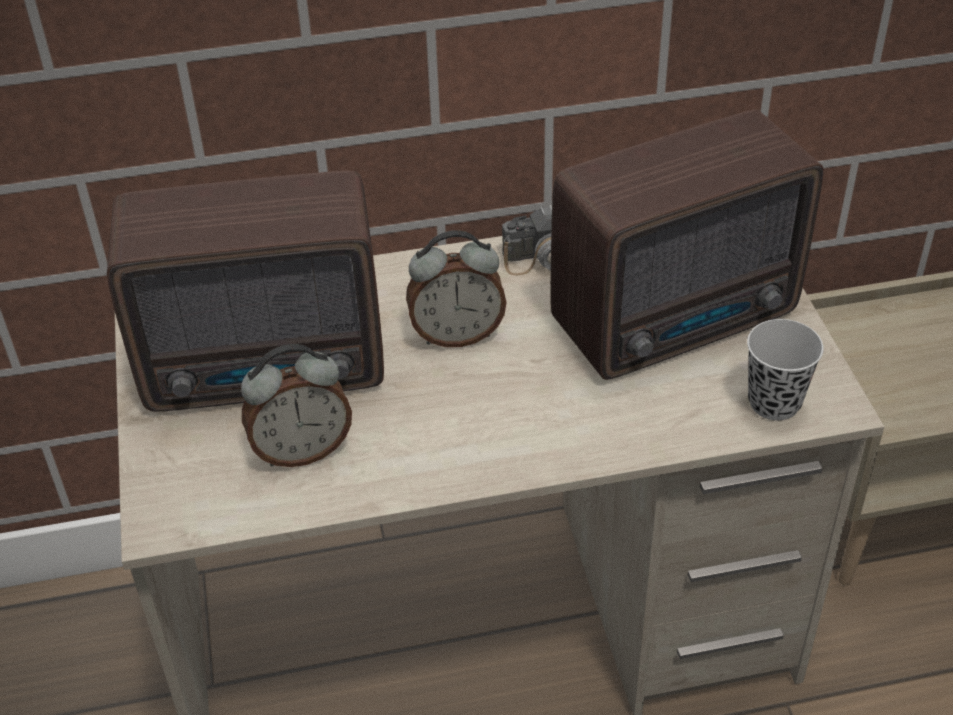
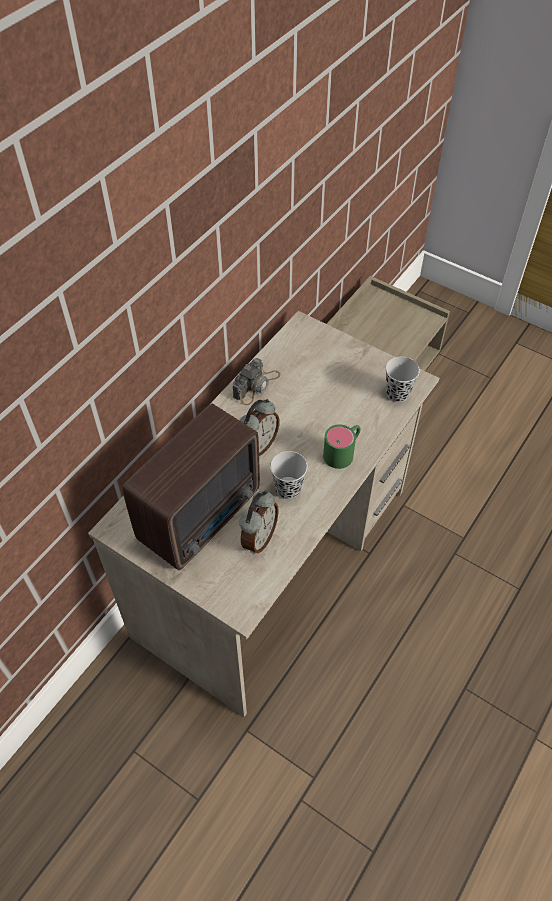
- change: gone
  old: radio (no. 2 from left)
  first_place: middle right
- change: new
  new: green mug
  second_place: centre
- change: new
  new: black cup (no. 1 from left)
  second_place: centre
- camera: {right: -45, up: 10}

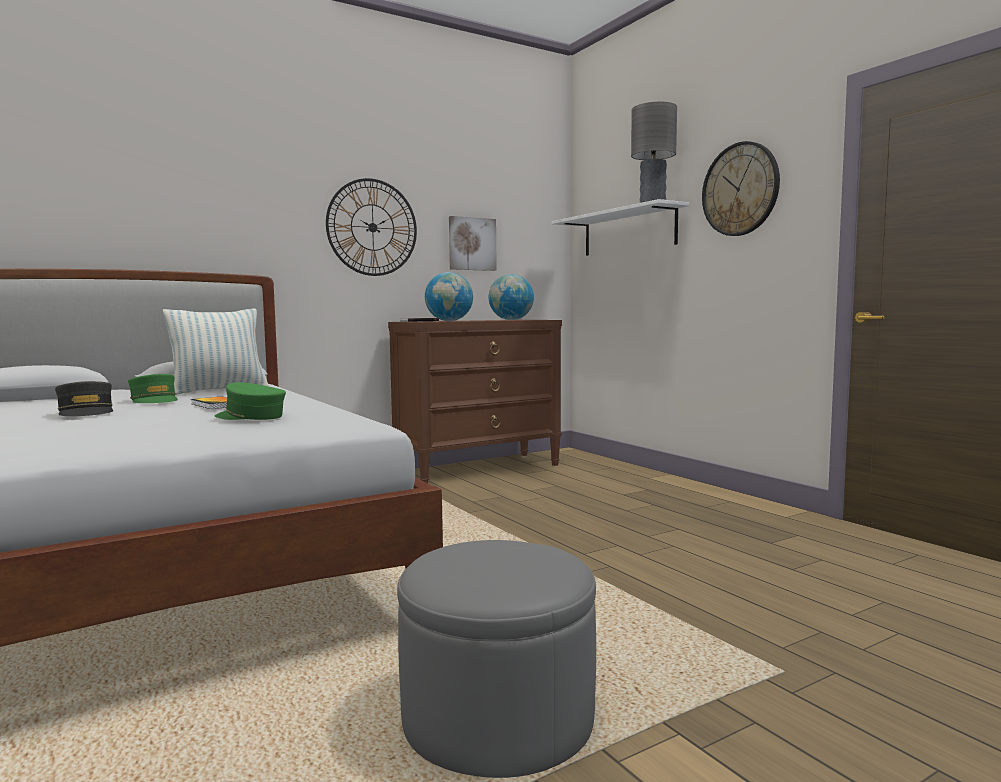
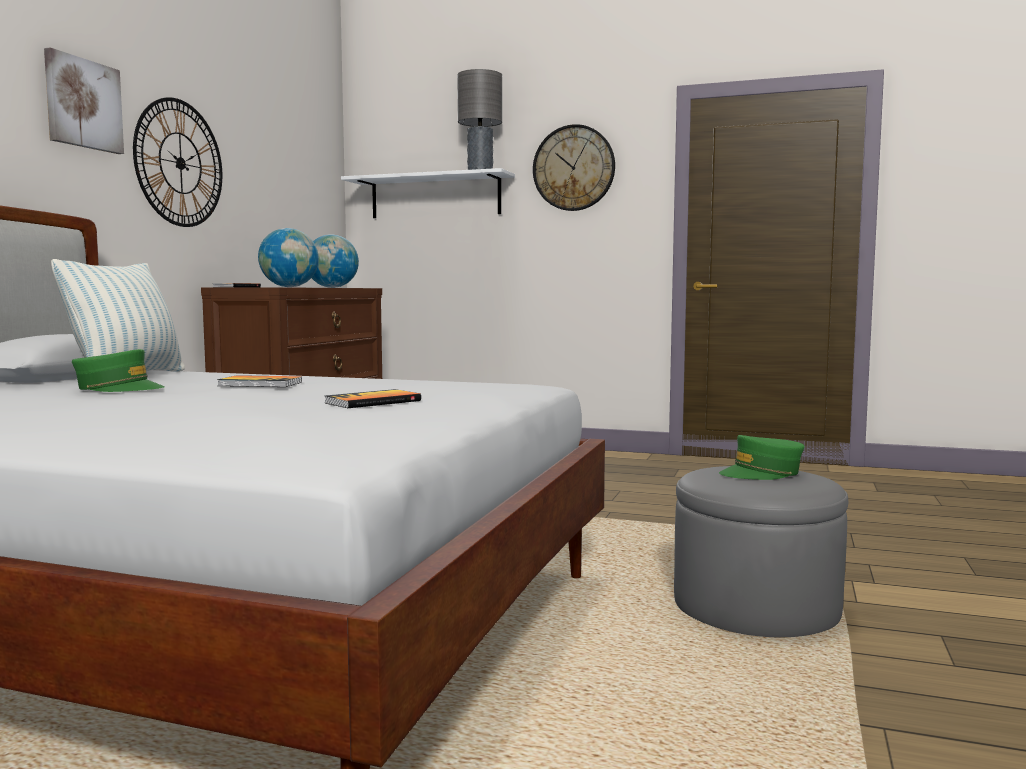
- change: shifted
  old: picture
  first_place: top centre
  second_place: top left
- change: gone
  old: grey cap
  first_place: middle left
- change: shifted
  old: green cap (no. 2 from left)
  first_place: middle left
  second_place: middle right
- change: new
  new: book (no. 3 from left)
  second_place: centre
- camera: {right: -40, up: 0}

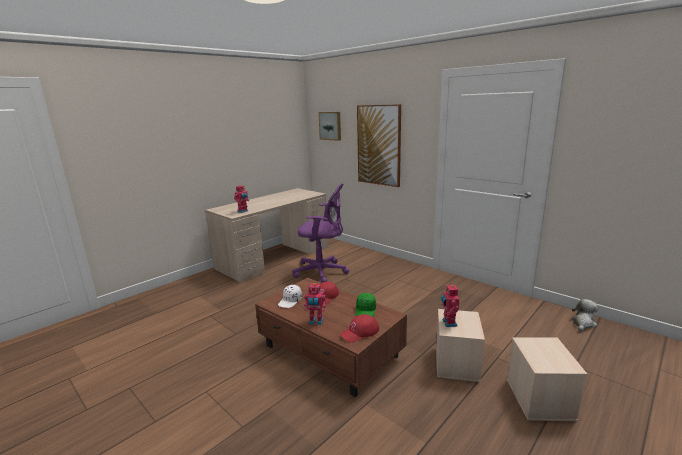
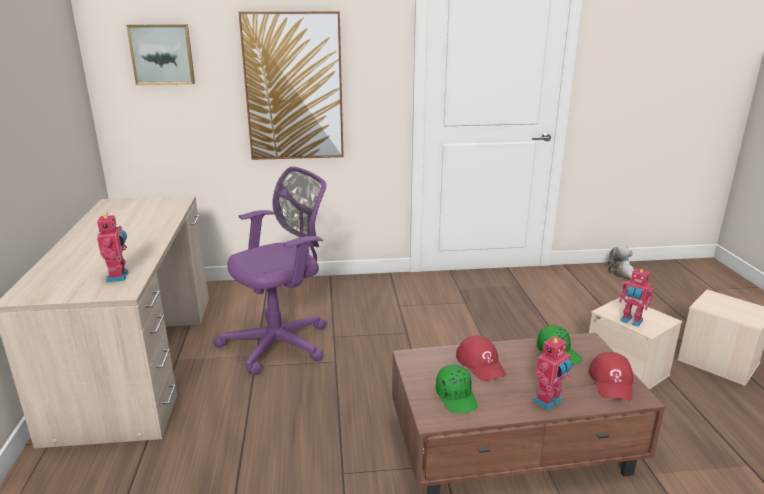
- change: repainted
  old: white cap
  new: green cap (no. 1 from left)
  first_place: centre
  second_place: bottom centre
- camera: {right: -50, up: 5}

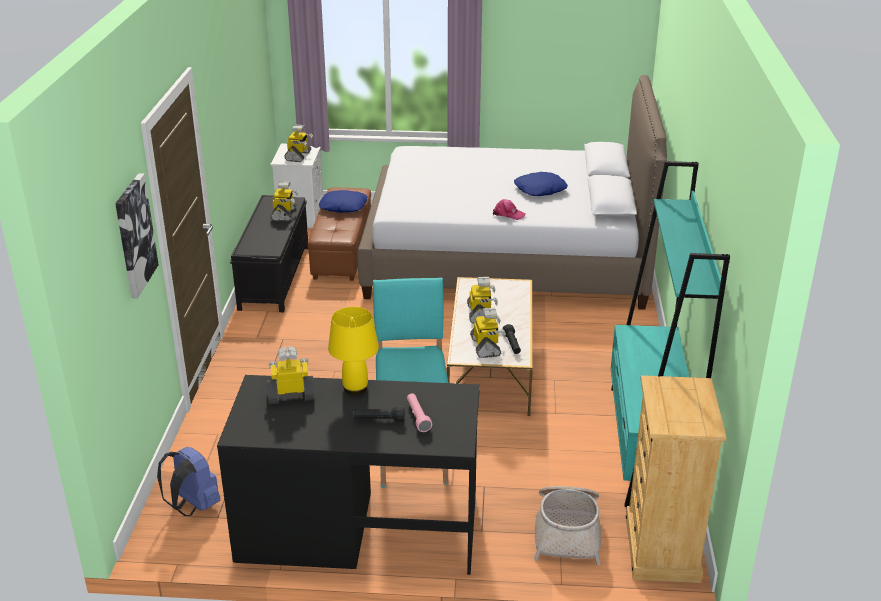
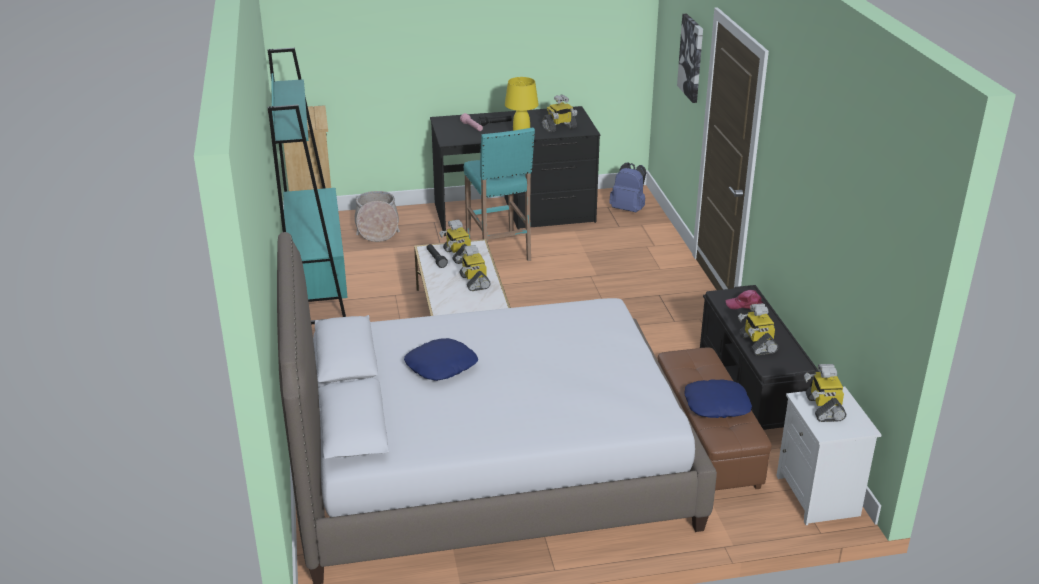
- change: shifted
  old: pink cap
  first_place: centre
  second_place: middle right
- camera: {right: 165, up: 0}

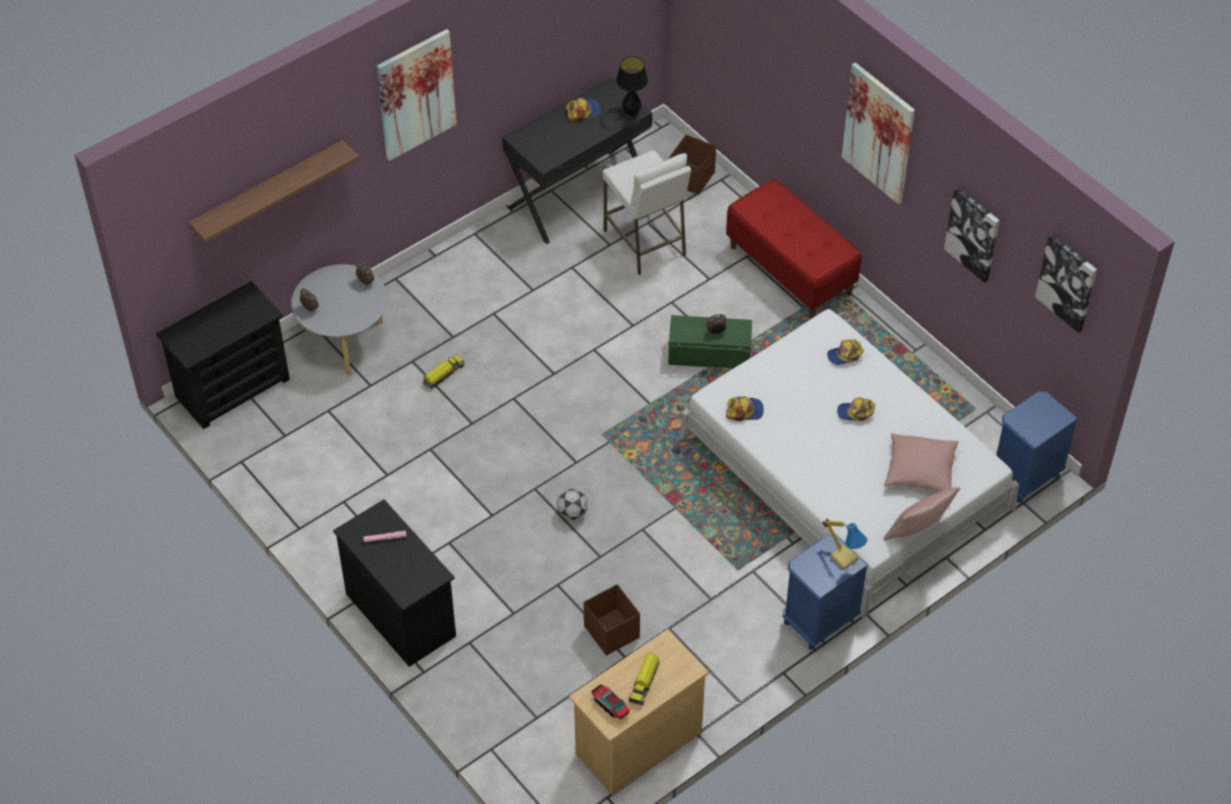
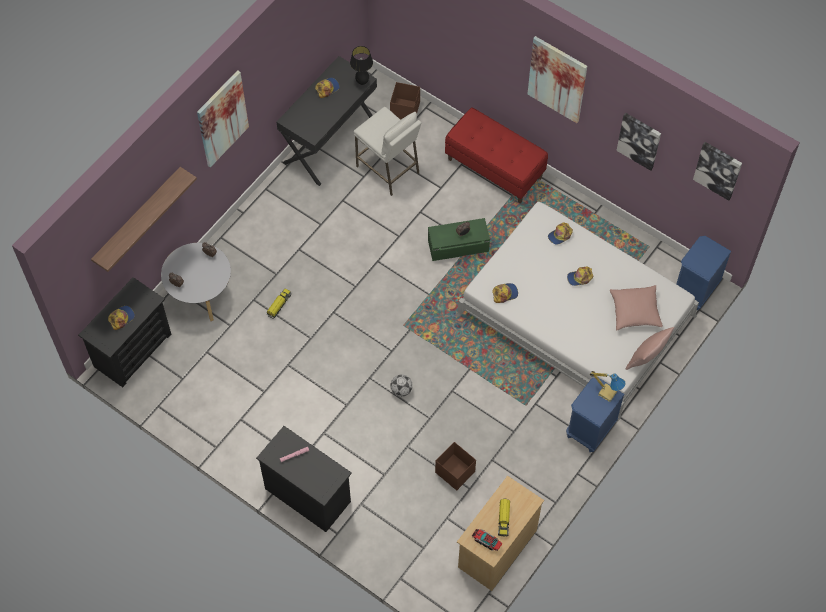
- change: new
  new: cap (no. 1 from left)
  second_place: middle left
- camera: {right: -15, up: 10}

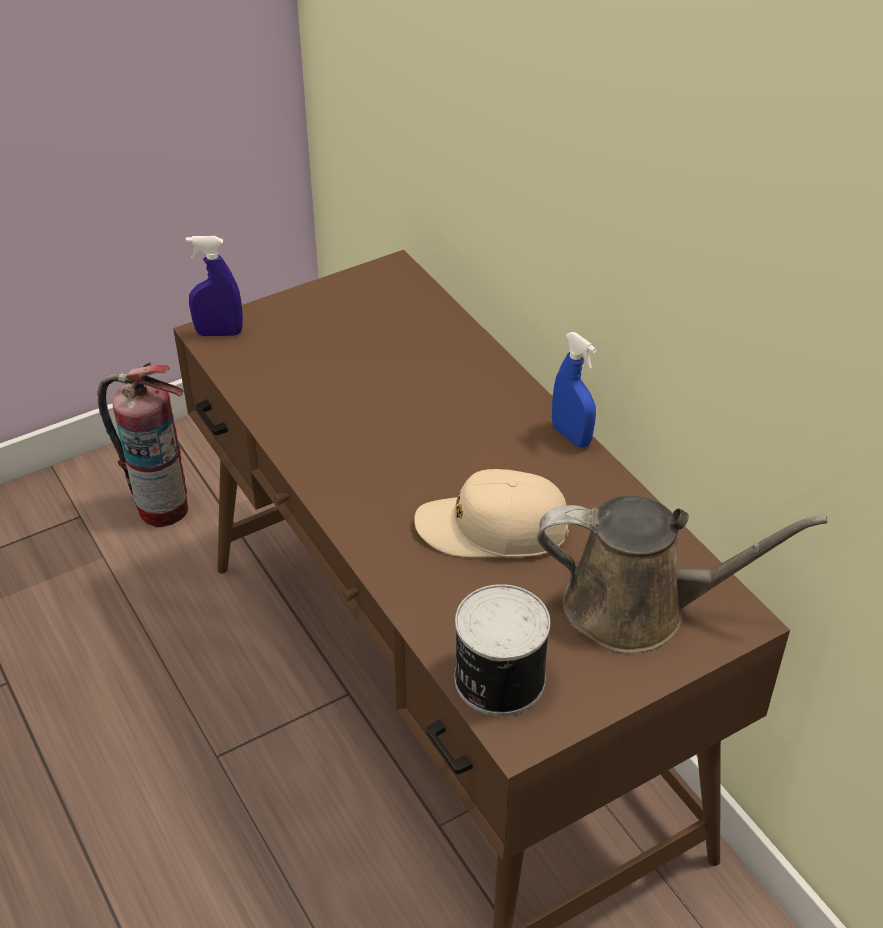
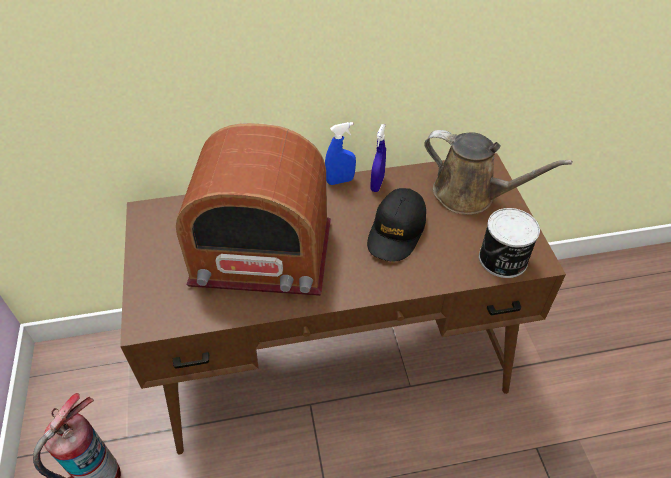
- change: shifted
  old: blue spray bottle (no. 1 from left in the first image)
  new: blue spray bottle (no. 2 from left)
  first_place: top left
  second_place: top centre
- change: repainted
  old: beige cap
  new: black cap
  first_place: centre
  second_place: centre
- change: rotated
  old: brown watering can
  first_place: middle right
  second_place: middle right
  degrees: 90
- change: new
  new: radio
  second_place: centre
- camera: {right: -70, up: 5}

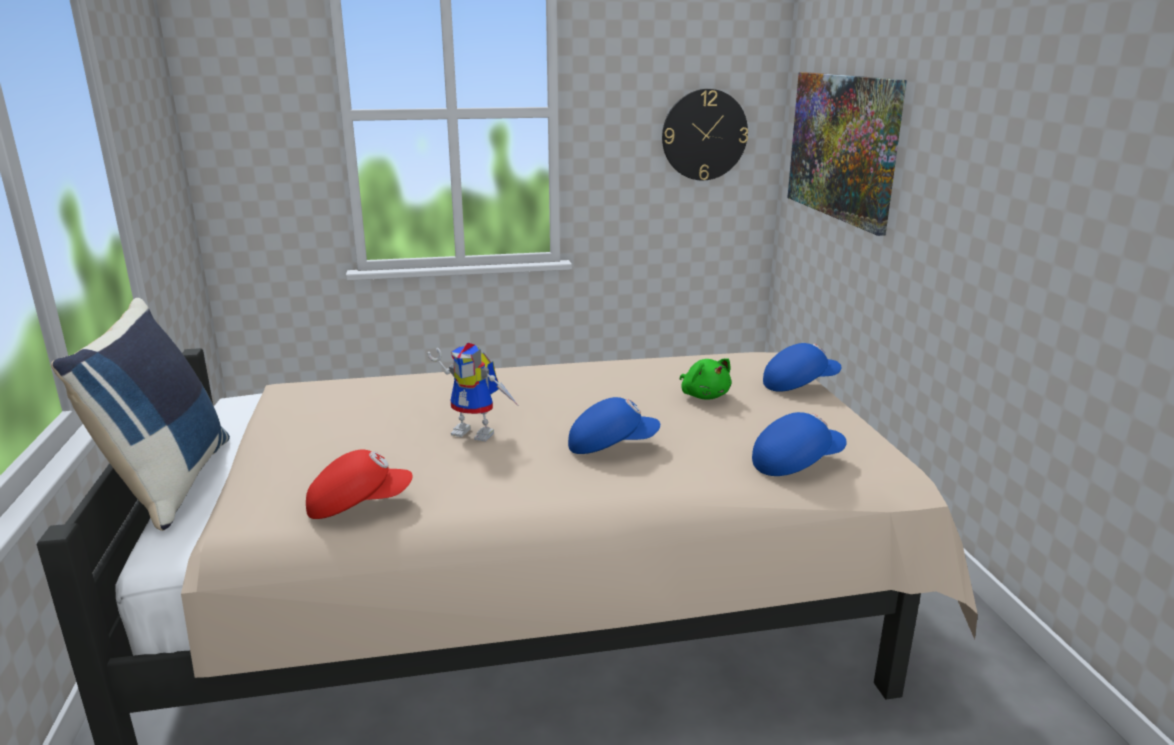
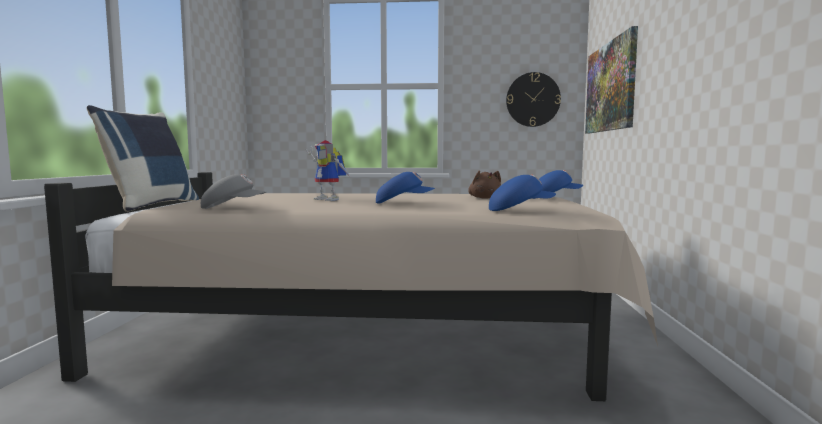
- change: repainted
  old: green plush toy
  new: brown plush toy
  first_place: centre
  second_place: centre
- change: repainted
  old: red cap
  new: grey cap
  first_place: middle left
  second_place: middle left
- camera: {right: 15, up: -15}

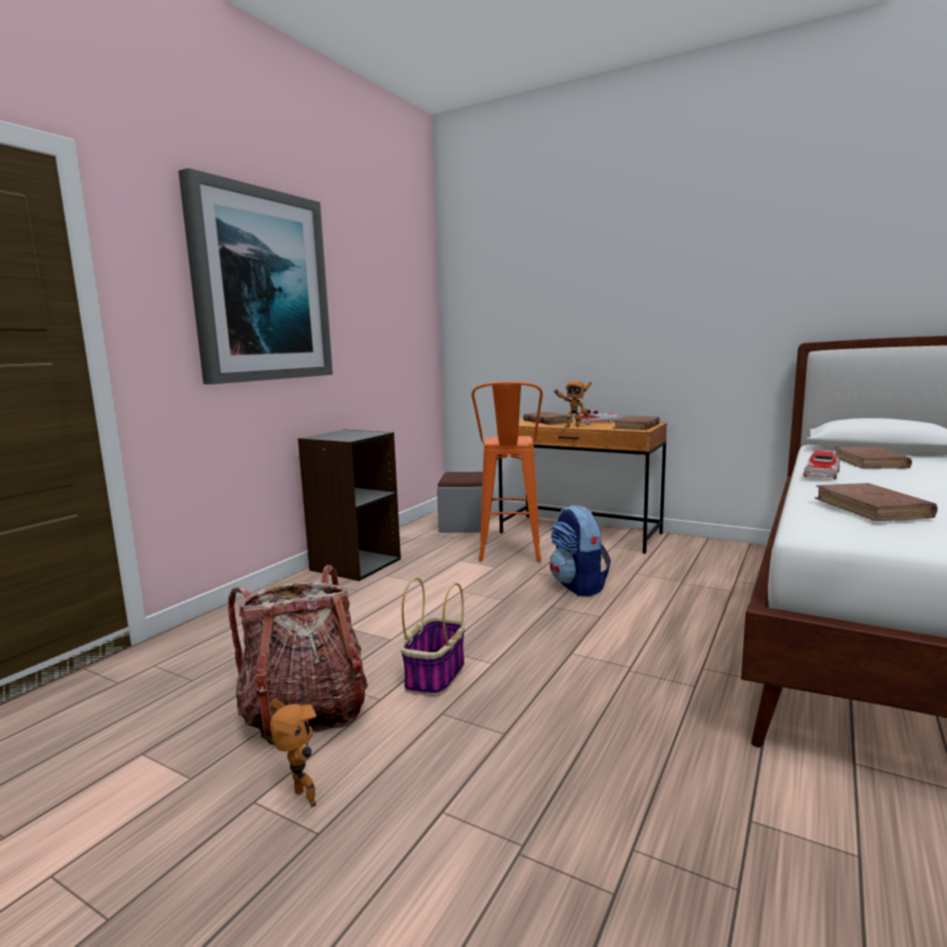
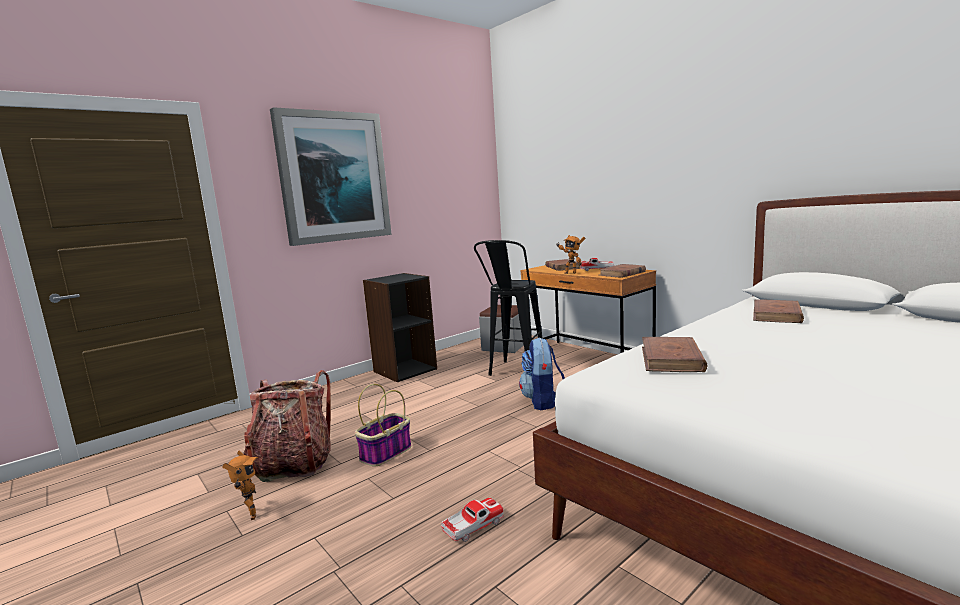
- change: repainted
  old: orange stool
  new: black stool
  first_place: centre
  second_place: centre
- change: shifted
  old: toy car (no. 2 from left in the first image)
  new: toy car (no. 1 from left)
  first_place: middle right
  second_place: bottom centre
- camera: {right: 20, up: 0}

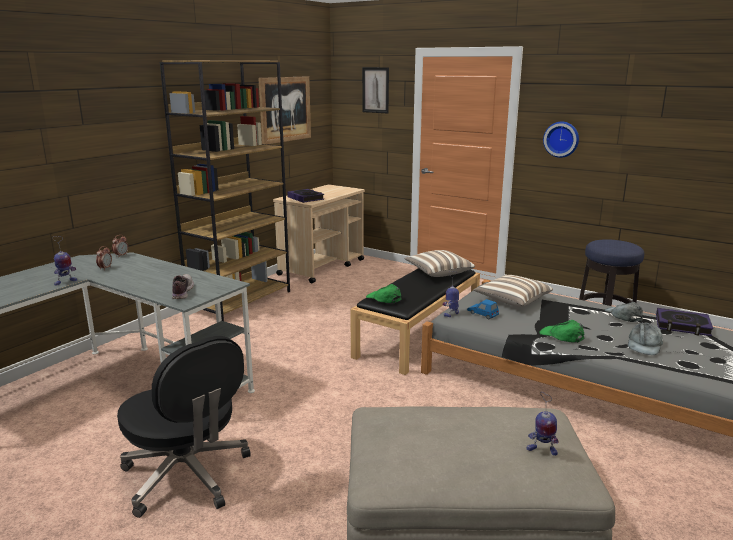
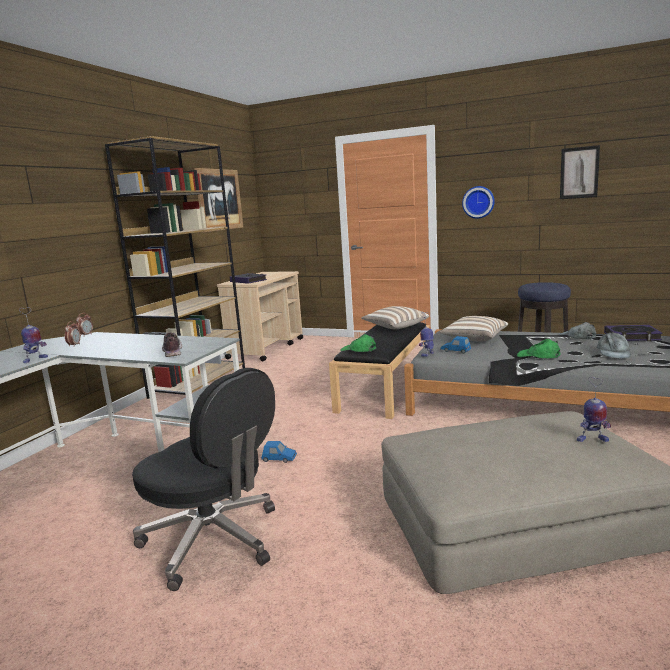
- change: shifted
  old: picture (no. 2 from left)
  first_place: top centre
  second_place: top right
- change: new
  new: blue toy car (no. 1 from left)
  second_place: bottom centre
- camera: {right: -10, up: -5}

